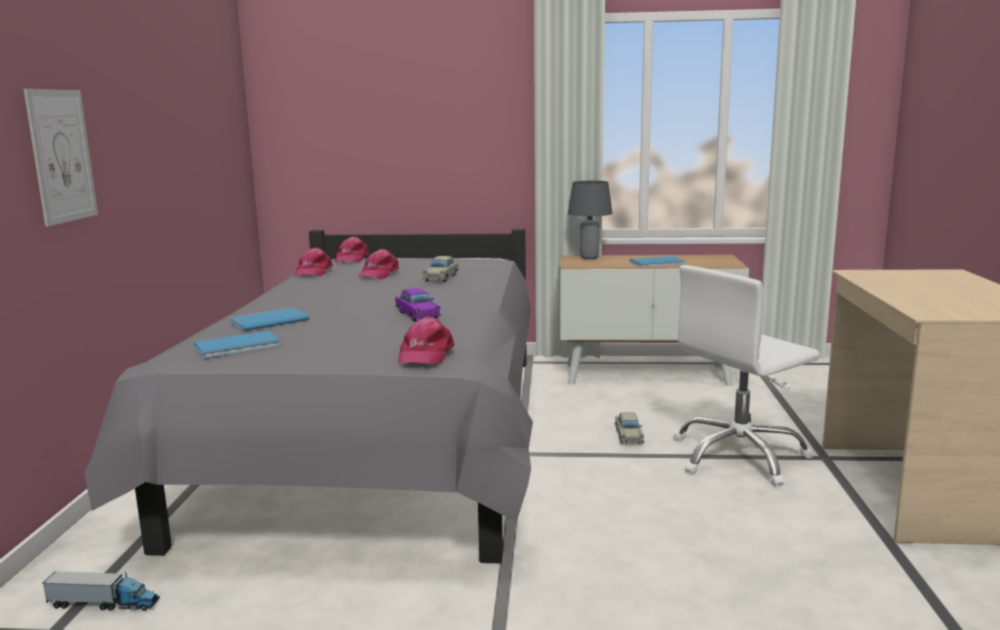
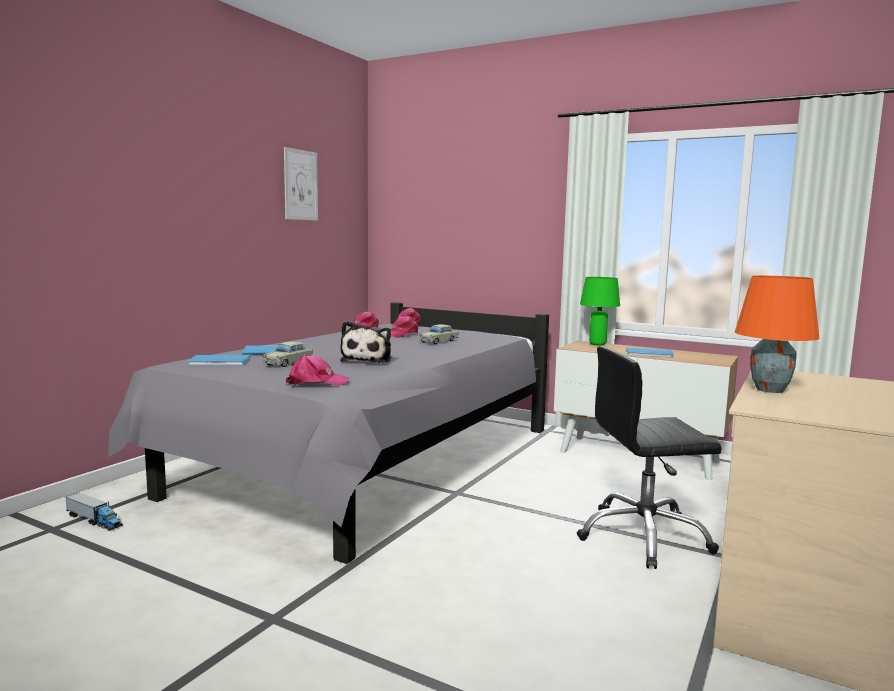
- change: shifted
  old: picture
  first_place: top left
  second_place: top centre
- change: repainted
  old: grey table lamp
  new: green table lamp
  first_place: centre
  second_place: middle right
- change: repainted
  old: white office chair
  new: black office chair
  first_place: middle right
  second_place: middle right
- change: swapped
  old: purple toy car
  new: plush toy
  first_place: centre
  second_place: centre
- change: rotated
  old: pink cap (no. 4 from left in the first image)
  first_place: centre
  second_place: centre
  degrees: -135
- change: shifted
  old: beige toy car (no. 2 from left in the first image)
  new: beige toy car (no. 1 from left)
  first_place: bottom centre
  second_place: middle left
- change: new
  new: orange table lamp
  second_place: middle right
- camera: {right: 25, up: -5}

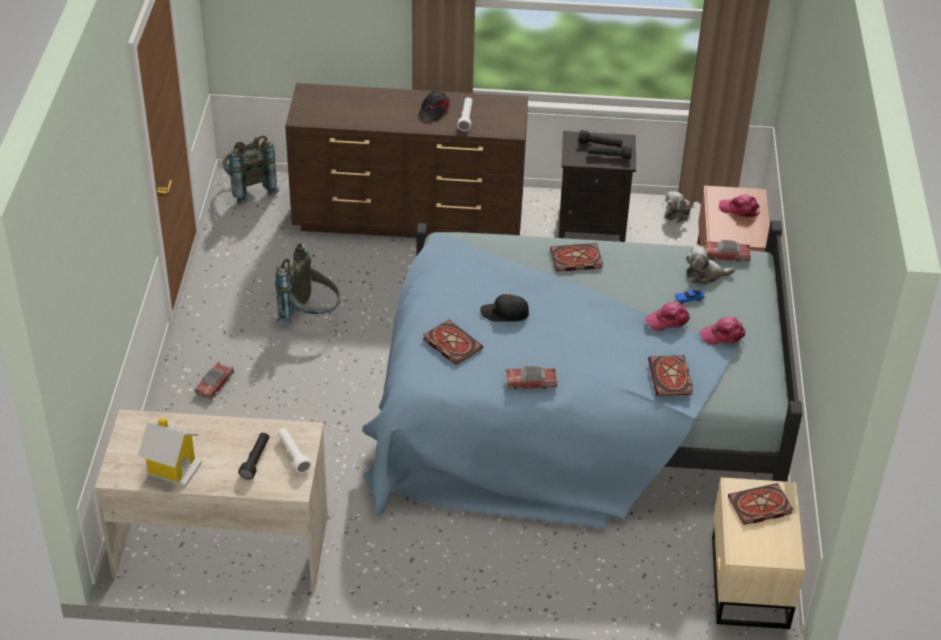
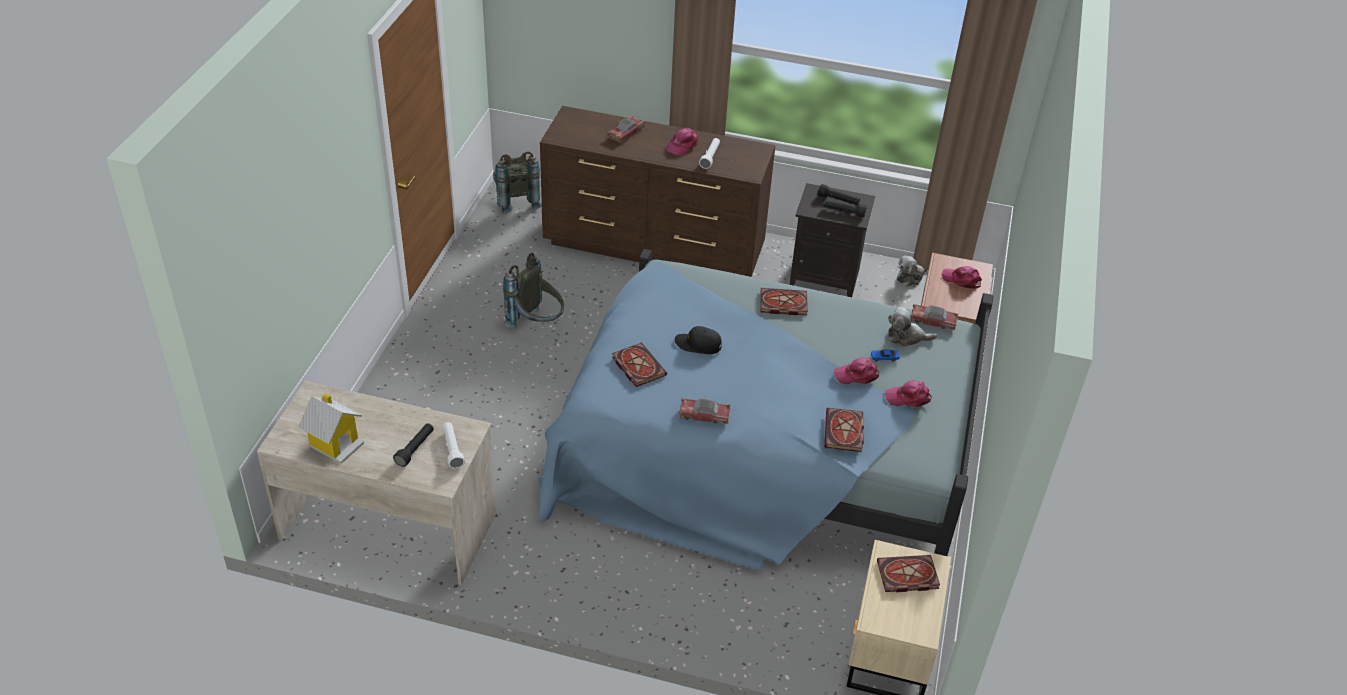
- change: repainted
  old: black cap (no. 1 from left)
  new: pink cap (no. 1 from left)
  first_place: top centre
  second_place: top centre
- change: shifted
  old: toy car (no. 1 from left)
  first_place: middle left
  second_place: top centre
- camera: {right: 10, up: 0}

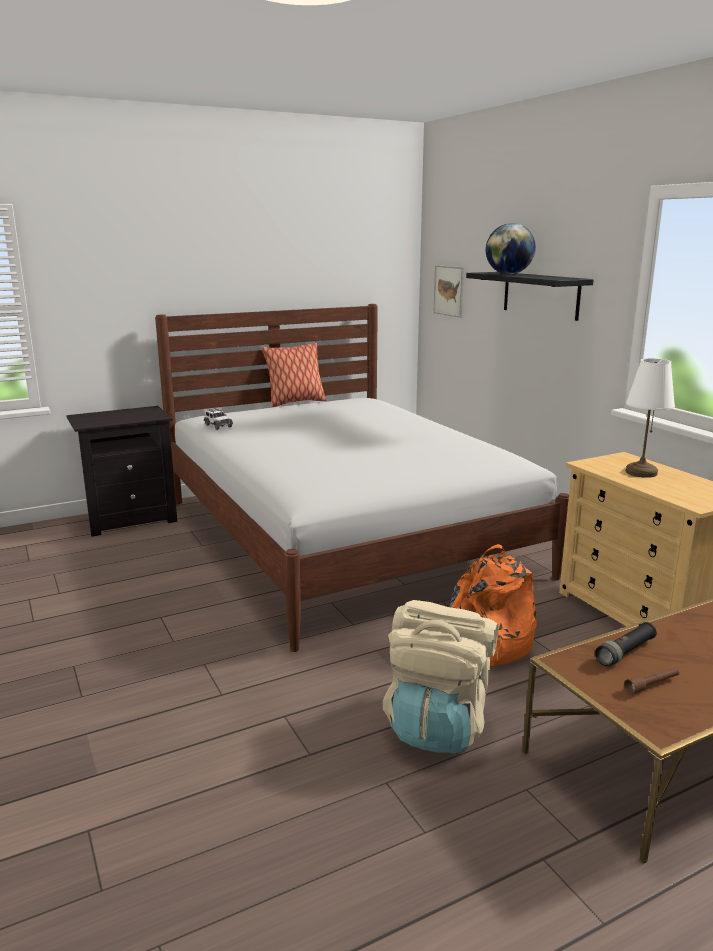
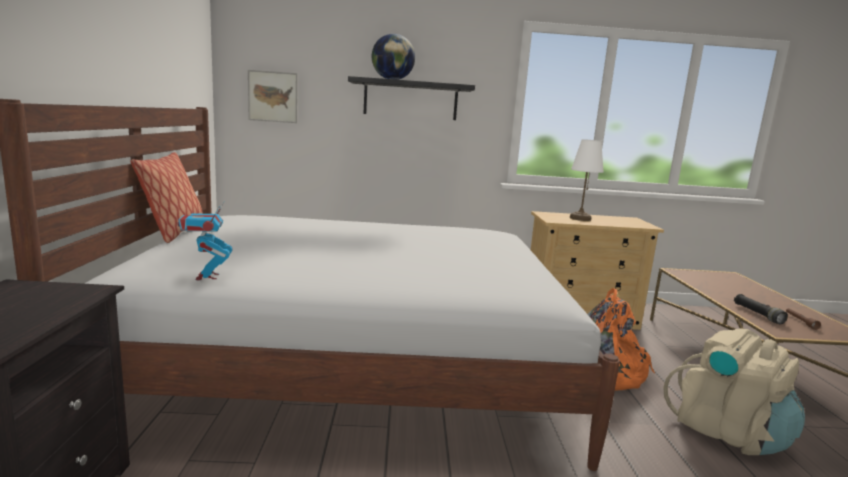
- change: swapped
  old: toy car
  new: toy robot
  first_place: middle left
  second_place: middle left
- camera: {right: -65, up: -5}

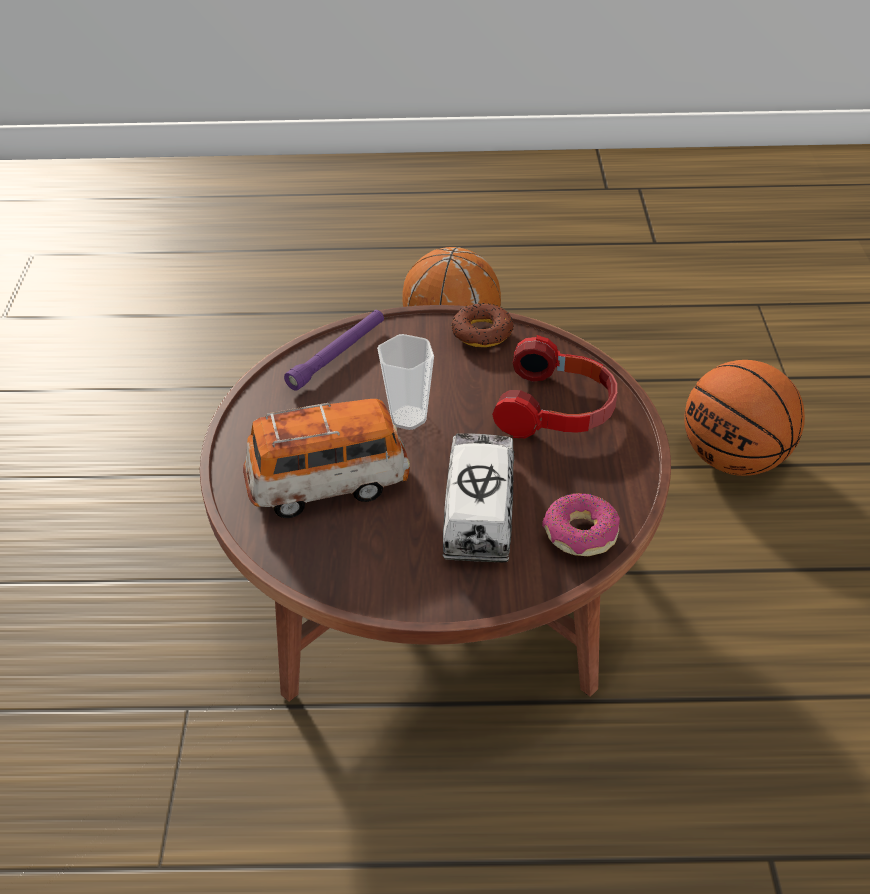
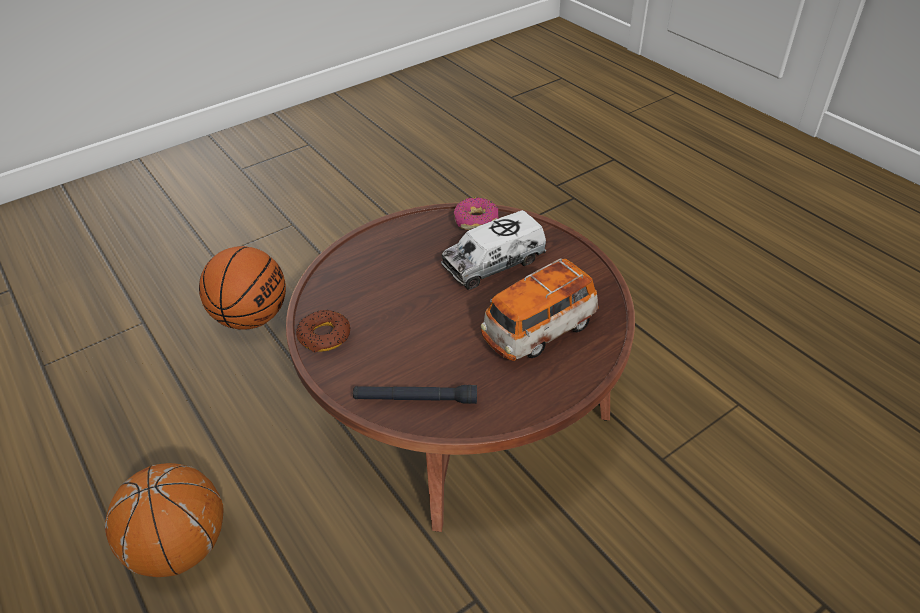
- change: repainted
  old: purple flashlight
  new: black flashlight
  first_place: centre
  second_place: centre
- change: gone
  old: cup
  first_place: centre
- change: gone
  old: headphones
  first_place: centre
- change: rotated
  old: toy car
  first_place: centre
  second_place: centre
  degrees: -75
- camera: {right: -125, up: 0}

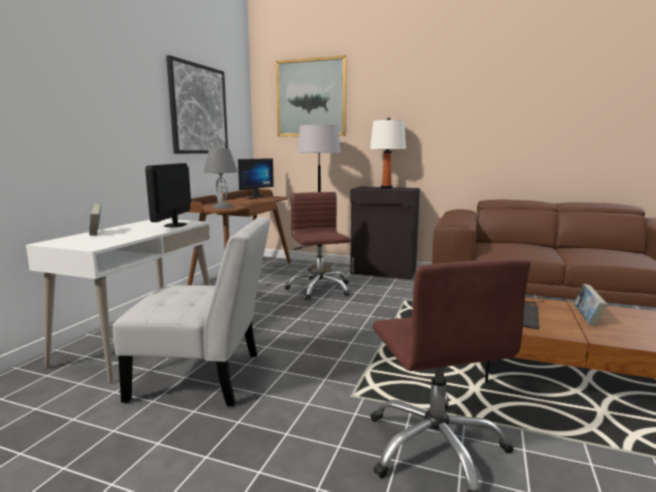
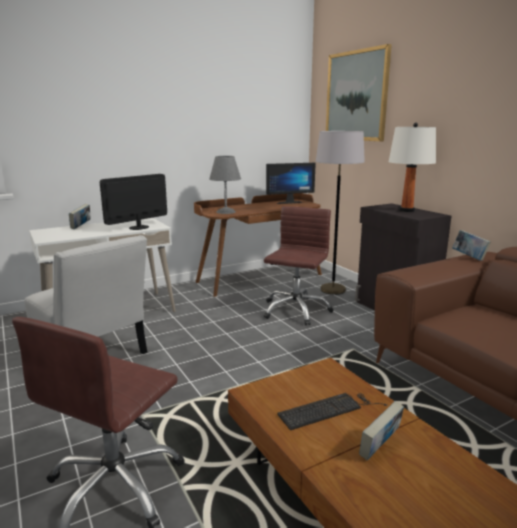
- change: gone
  old: picture (no. 1 from left)
  first_place: top left
- change: new
  new: book (no. 3 from left)
  second_place: middle right
- camera: {right: 40, up: 5}

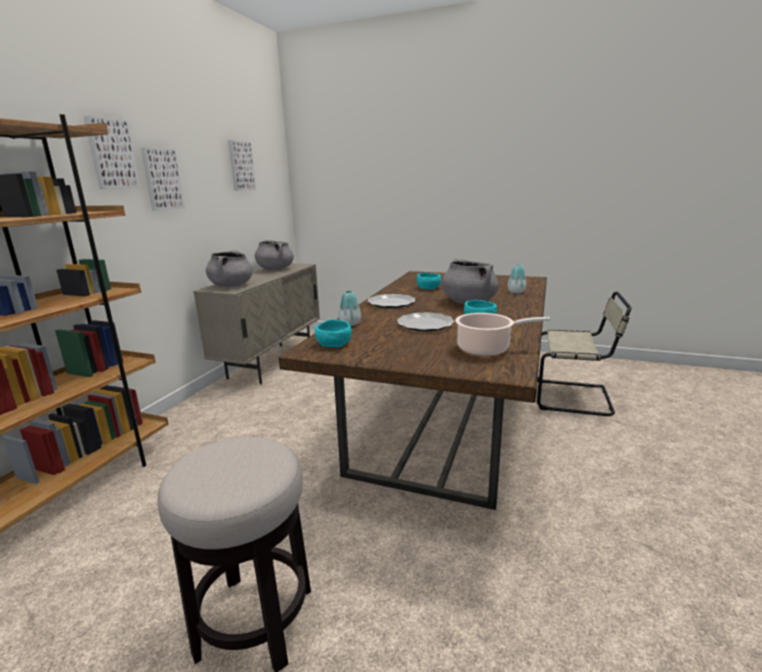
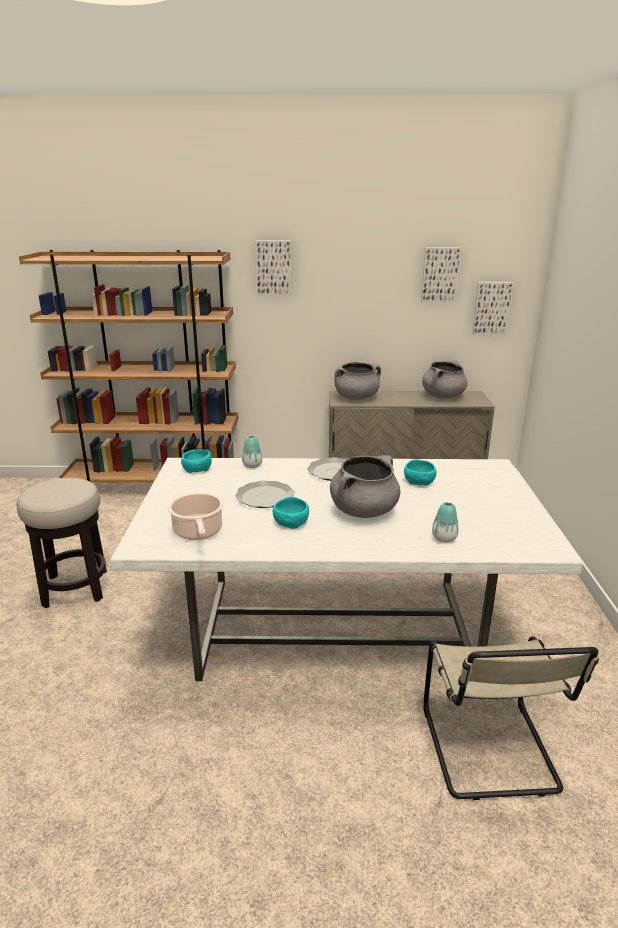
- change: shifted
  old: picture (no. 2 from left in the first image)
  new: picture (no. 3 from left)
  first_place: top left
  second_place: top right
- change: repainted
  old: brown dining table
  new: white dining table
  first_place: centre
  second_place: centre
- camera: {right: 70, up: 5}

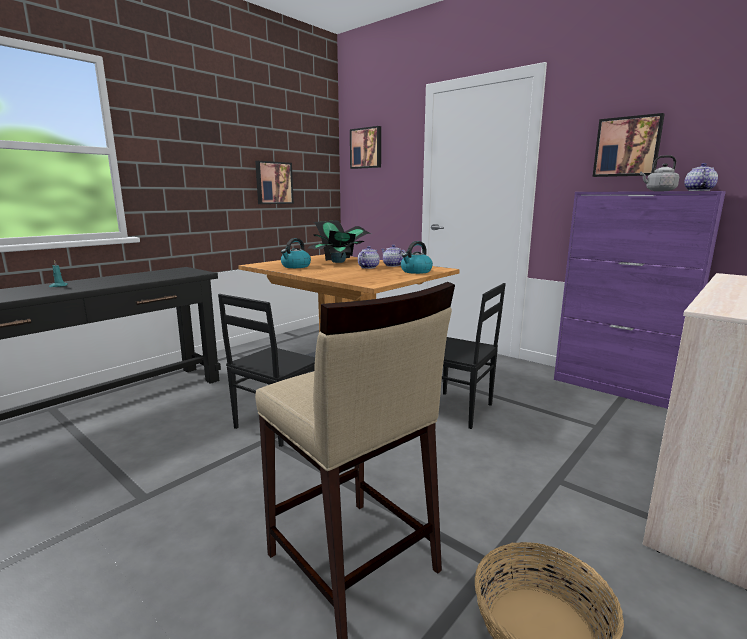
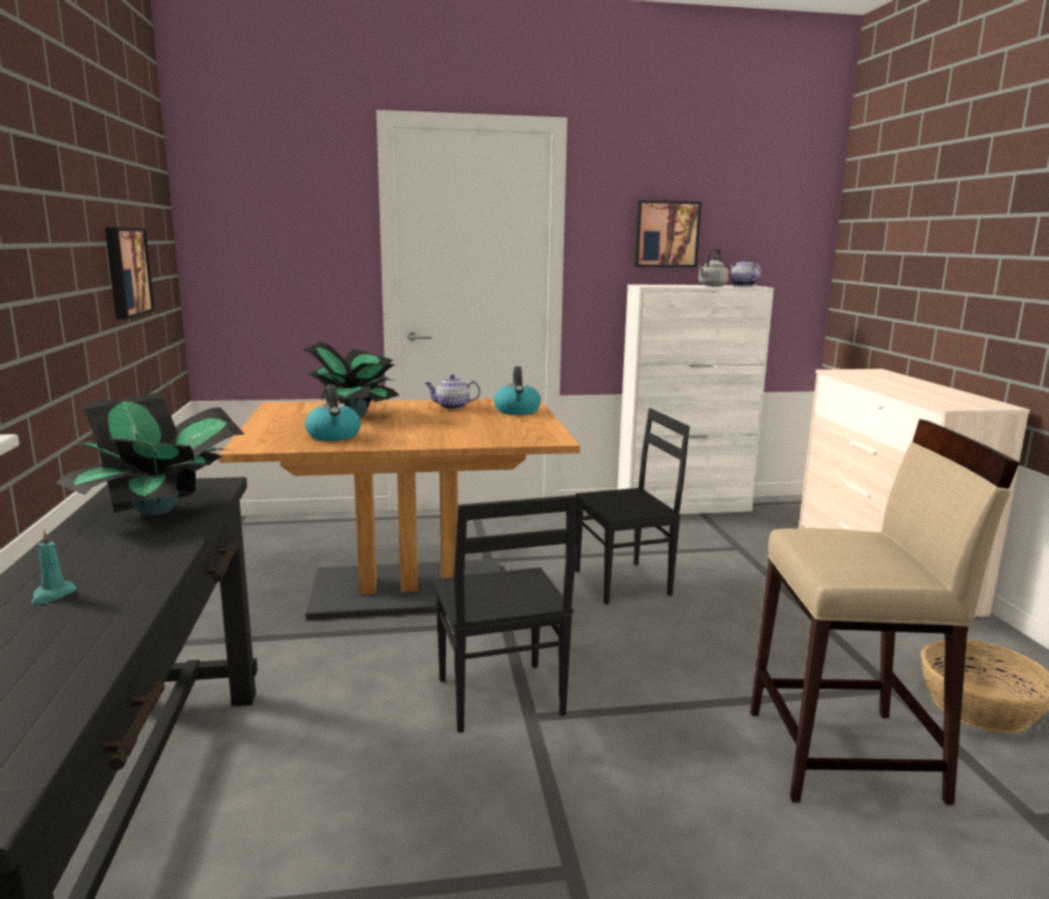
- change: gone
  old: picture (no. 2 from left)
  first_place: top centre
- change: repainted
  old: purple cabinet
  new: white cabinet
  first_place: middle right
  second_place: centre
- change: gone
  old: teapot (no. 1 from left)
  first_place: centre
- change: new
  new: potted plant (no. 1 from left)
  second_place: middle left
- camera: {right: -50, up: 0}

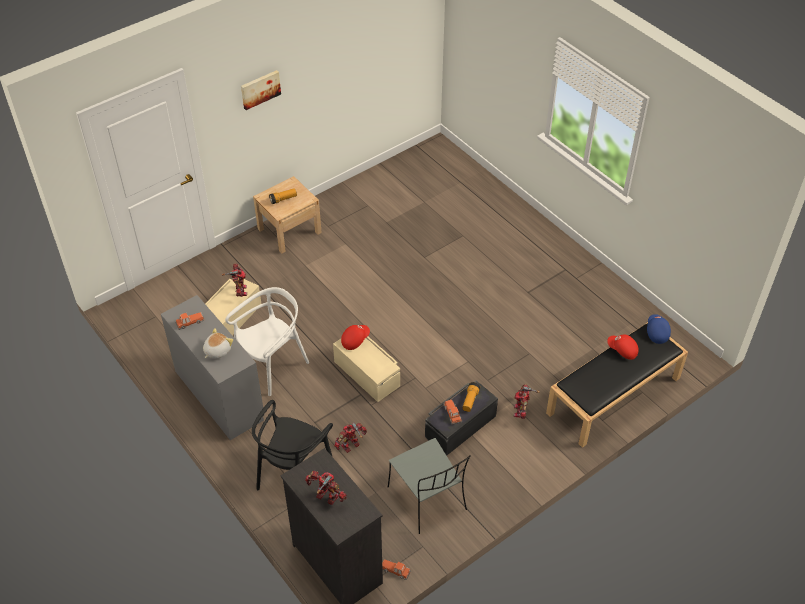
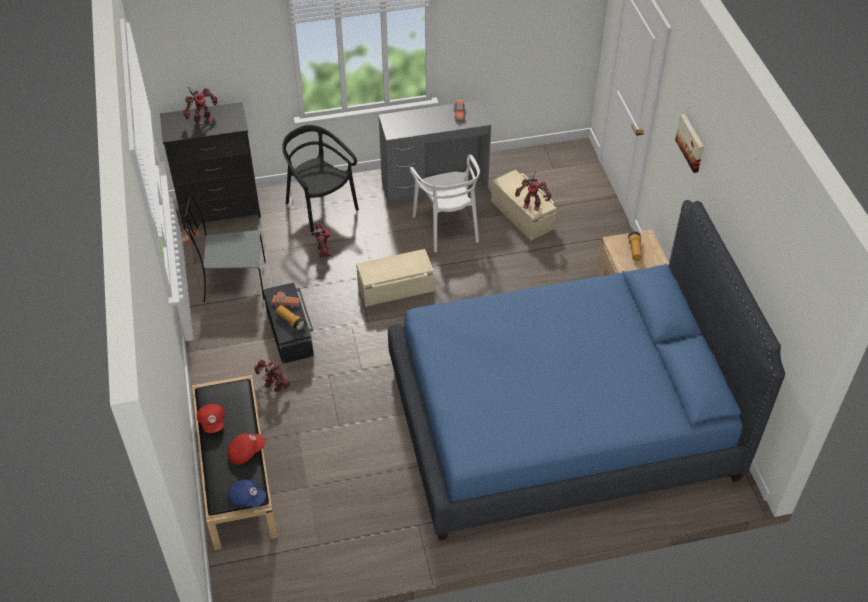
- change: shifted
  old: red cap (no. 1 from left)
  first_place: centre
  second_place: bottom left
- change: gone
  old: plush toy
  first_place: middle left
- change: new
  new: blue bed
  second_place: middle right
- camera: {right: 115, up: 0}

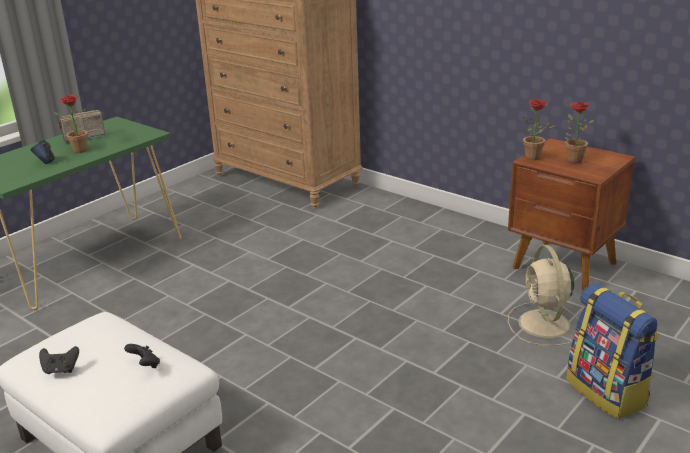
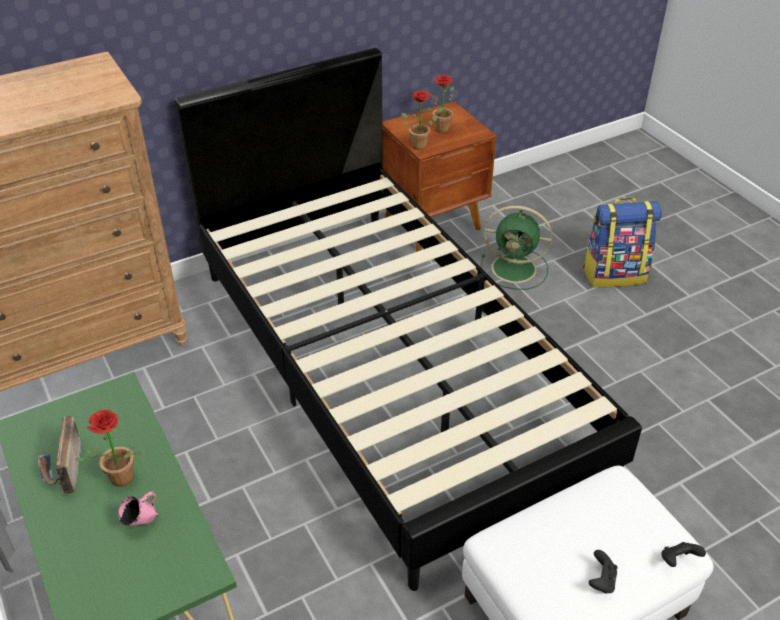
- change: repainted
  old: blue mug
  new: pink mug
  first_place: middle left
  second_place: bottom left
- change: repainted
  old: beige fan
  new: green fan
  first_place: middle right
  second_place: centre
- change: shifted
  old: black game controller (no. 2 from left)
  first_place: bottom left
  second_place: bottom right
- change: new
  new: black bed
  second_place: centre
- camera: {right: -70, up: 15}

